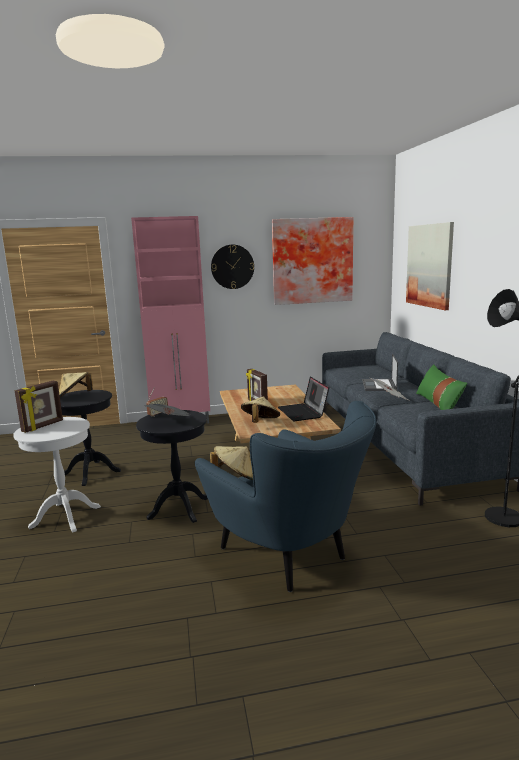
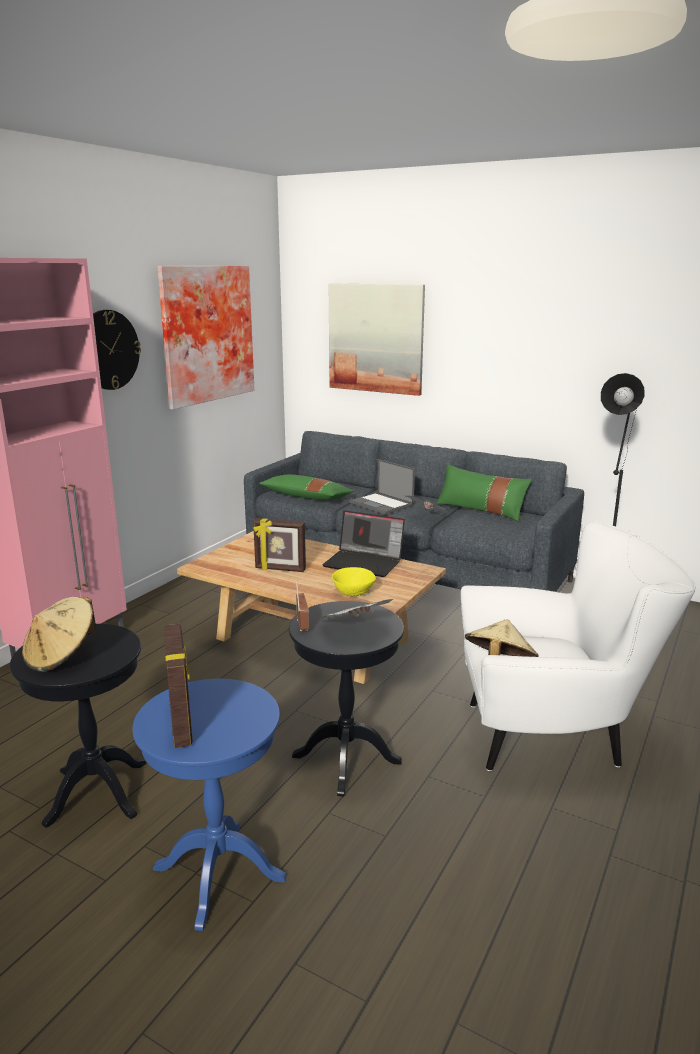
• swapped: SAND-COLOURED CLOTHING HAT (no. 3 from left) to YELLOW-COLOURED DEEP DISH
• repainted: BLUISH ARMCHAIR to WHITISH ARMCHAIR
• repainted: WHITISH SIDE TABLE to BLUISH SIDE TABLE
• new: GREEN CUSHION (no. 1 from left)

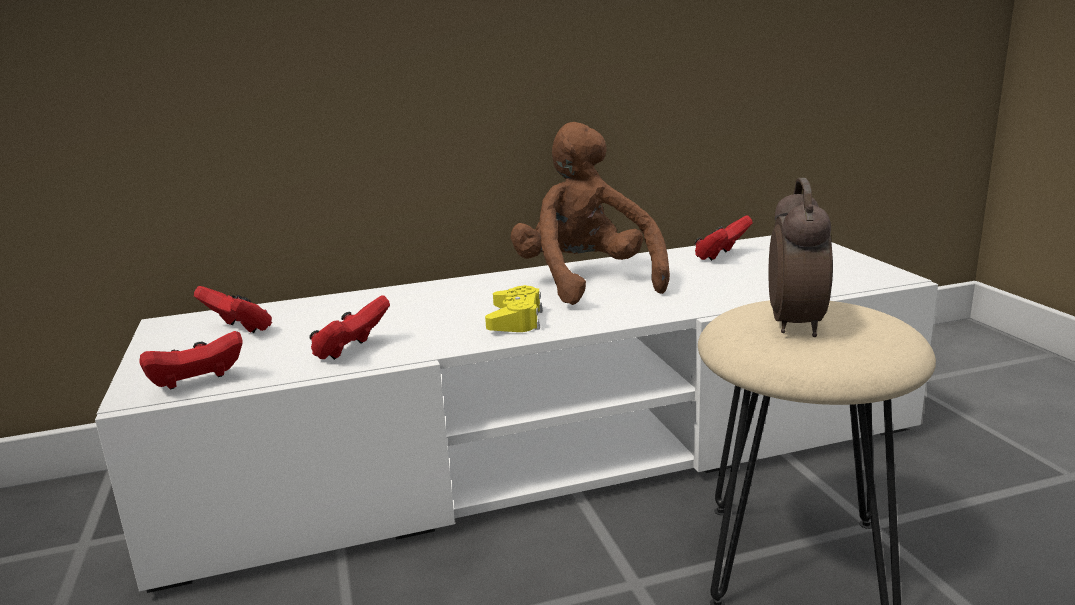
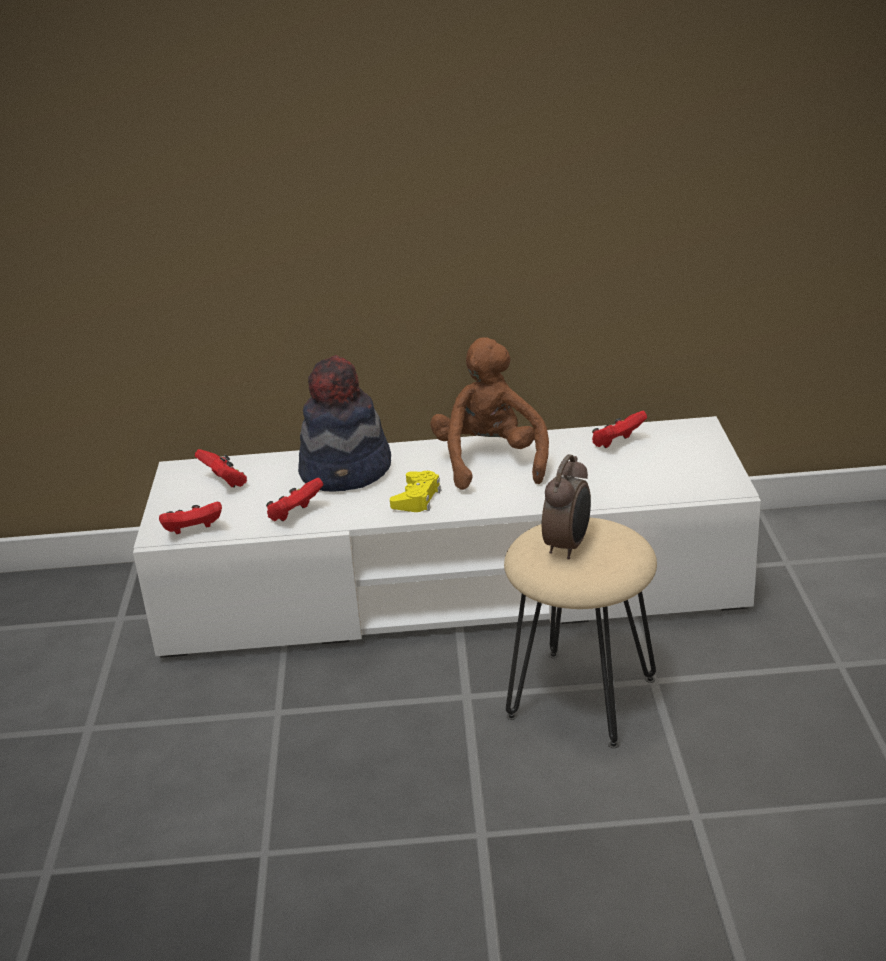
• new: CLOTHING HAT

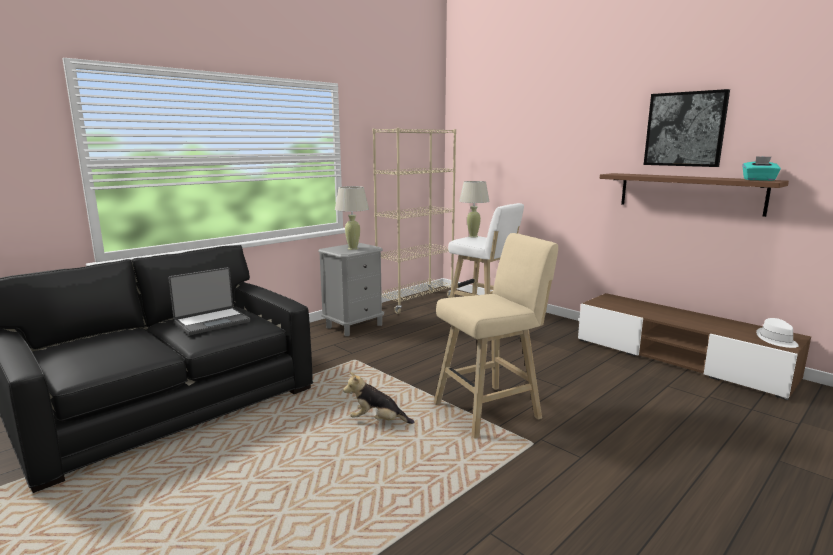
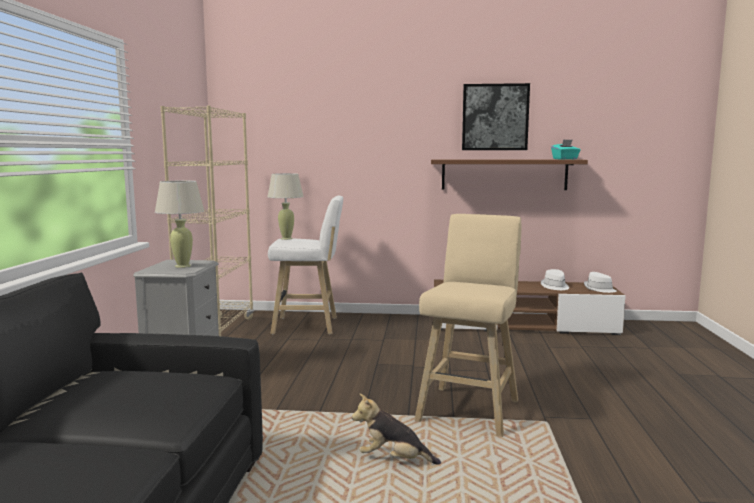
• gone: NOTEBOOK COMPUTER
• rotated: SOFT TOY 45 degrees clockwise
• new: WHITISH CLOTHING HAT (no. 1 from left)

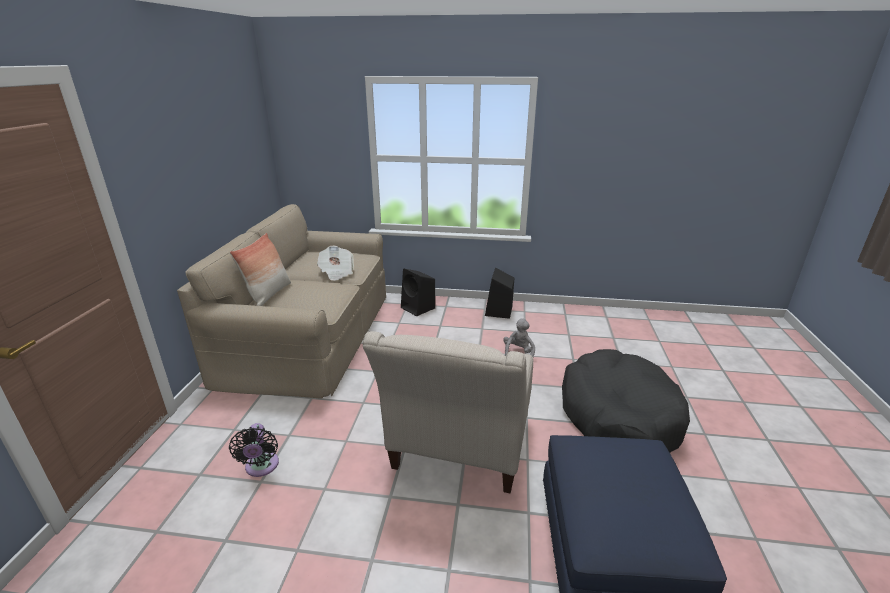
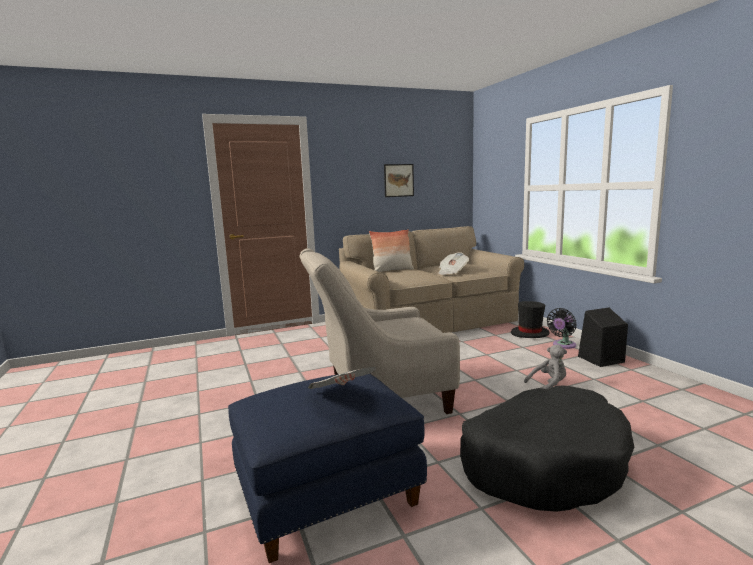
• swapped: BLACK LOUDSPEAKER (no. 1 from left) to BLACK CLOTHING HAT
• shifted: BLACK COOLING FAN
• new: WALL PICTURE
• new: PRINTED PAPER (no. 1 from left)

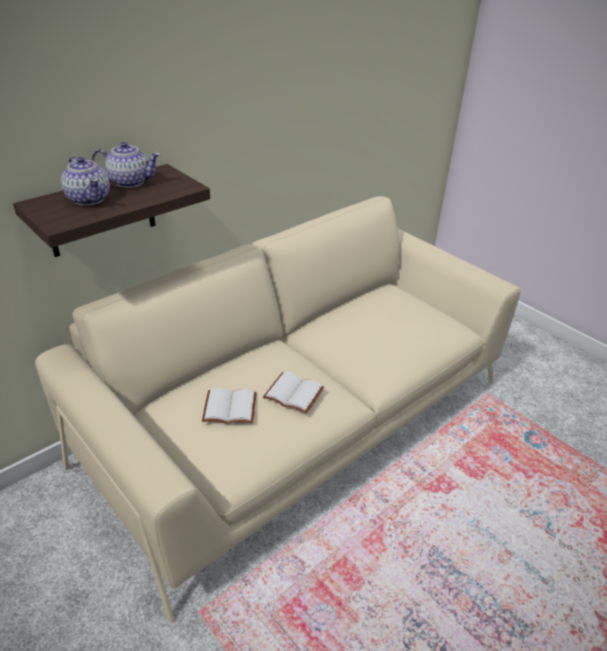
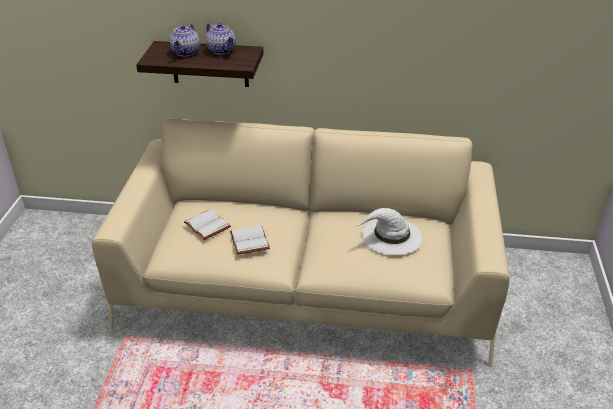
• new: WHITISH CLOTHING HAT

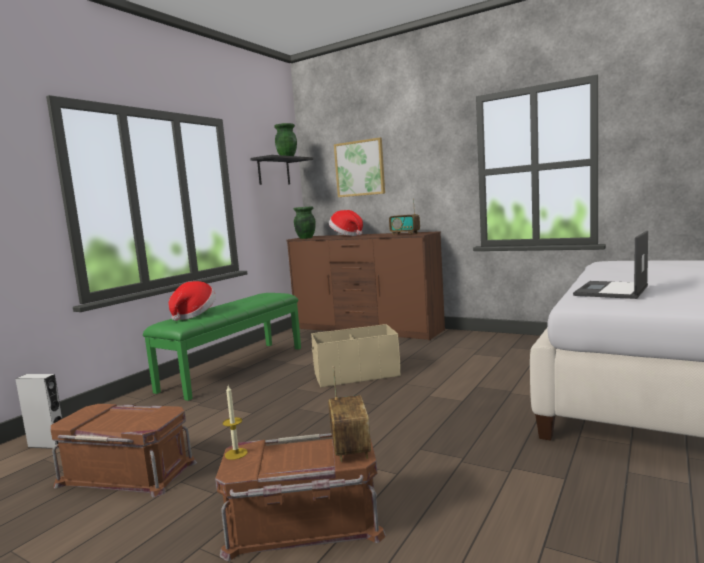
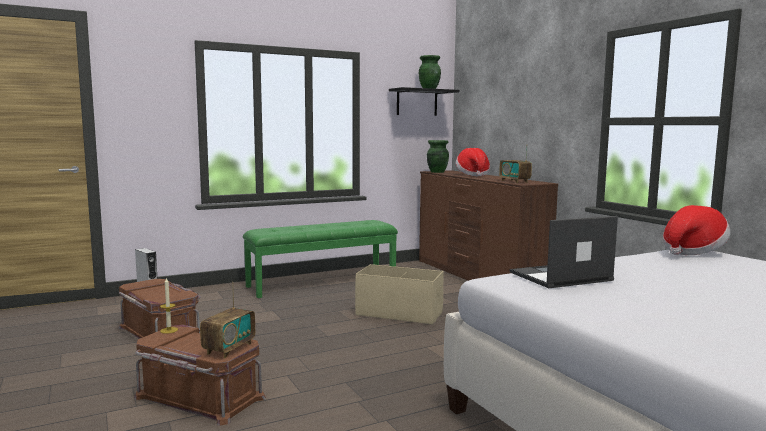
• gone: WALL PICTURE
• shifted: CLOTHING HAT (no. 1 from left in the first image) to CLOTHING HAT (no. 2 from left)

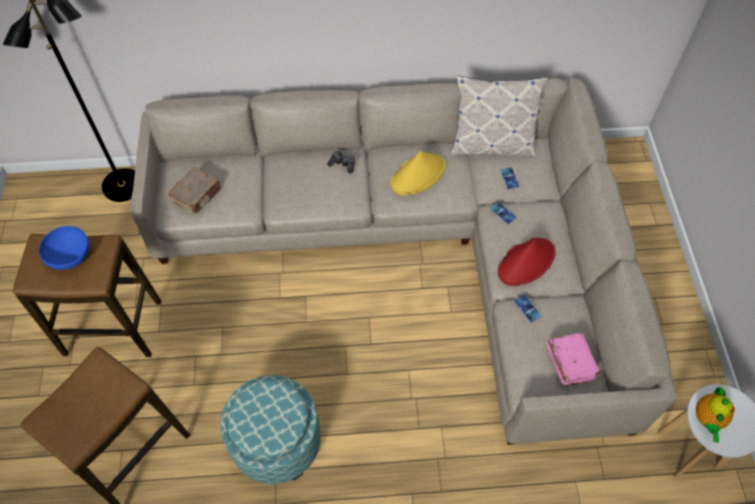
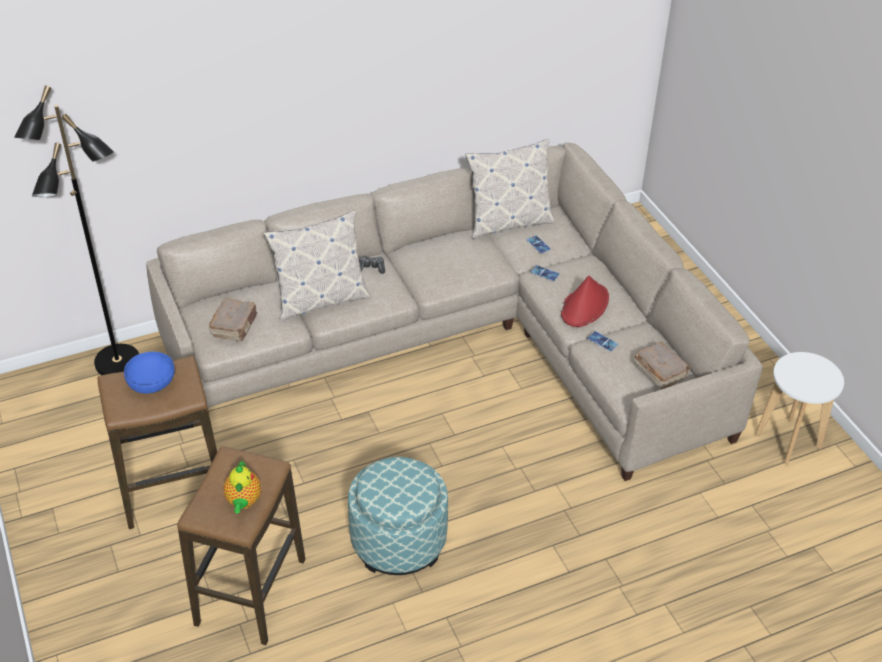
• gone: YELLOW-COLOURED CLOTHING HAT
• repainted: PINKISH BOOK to BROWN BOOK (no. 2 from left)
• shifted: TEAPOT
• new: CUSHION (no. 1 from left)

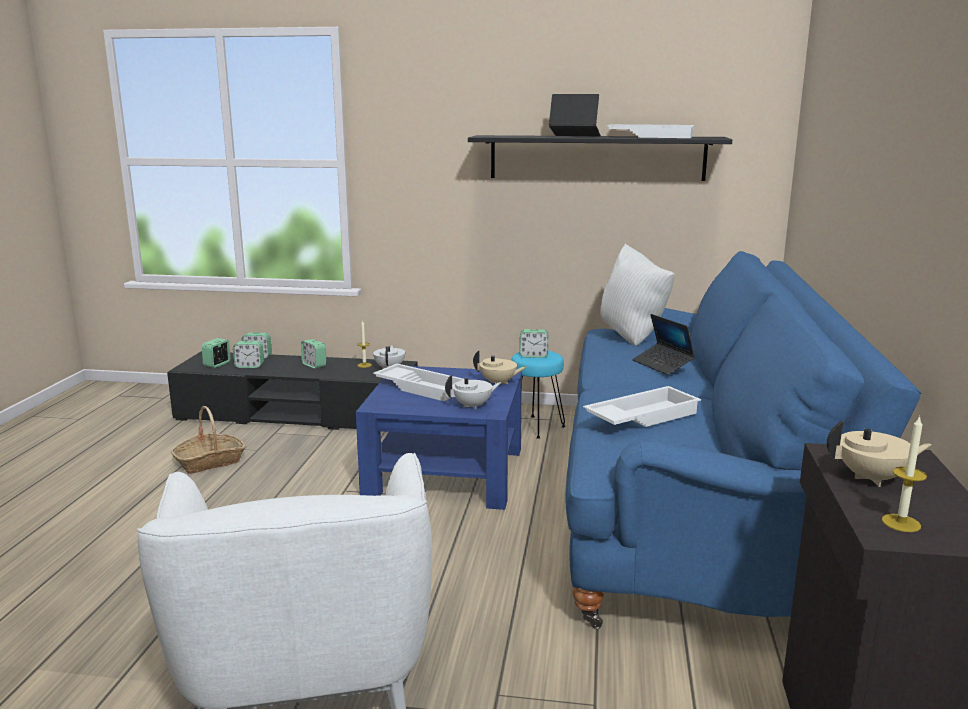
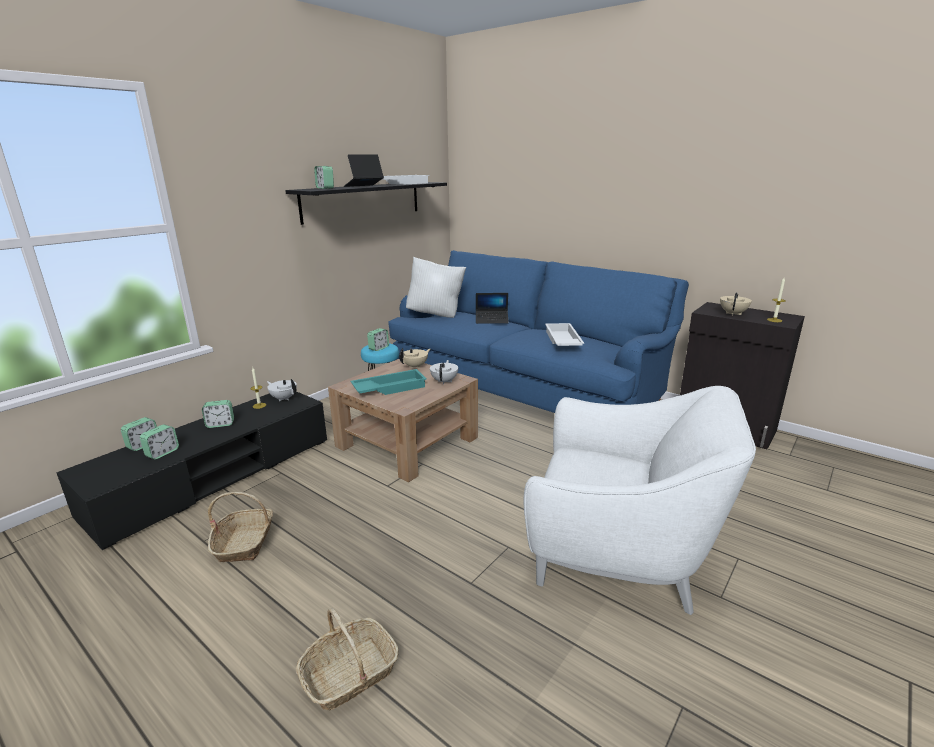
• shifted: BEDSIDE CLOCK (no. 1 from left in the first image) to BEDSIDE CLOCK (no. 4 from left)
• repainted: WHITISH CARRYING TRAY (no. 1 from left) to BLUE-GREEN CARRYING TRAY
• repainted: BLUISH COFFEE TABLE to BROWN COFFEE TABLE
• new: BASKET (no. 2 from left)

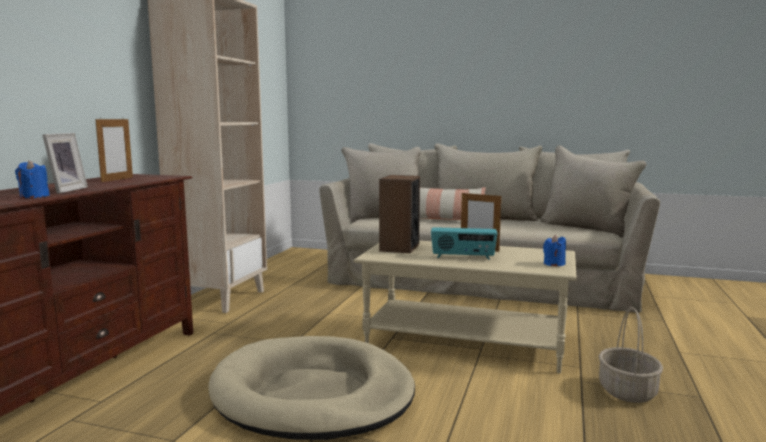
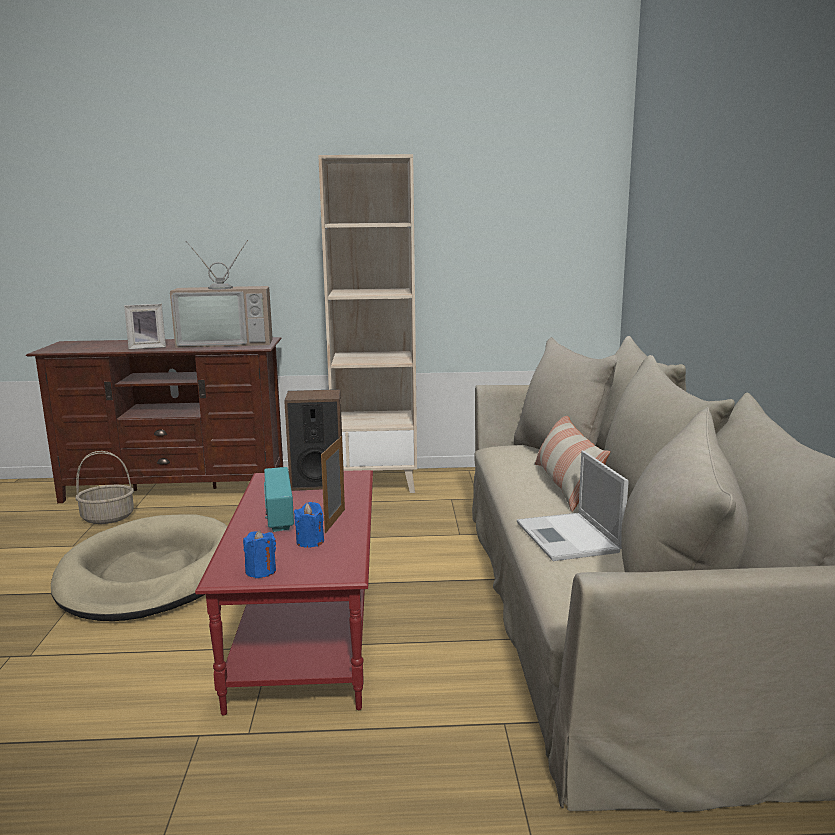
• swapped: STANDING FRAME (no. 2 from left) to TELEVISION
• shifted: BLUISH WAX LIGHT (no. 1 from left in the first image) to BLUISH WAX LIGHT (no. 2 from left)
• repainted: SAND-COLOURED COFFEE TABLE to REDDISH COFFEE TABLE
• shifted: BASKET
• new: NOTEBOOK COMPUTER

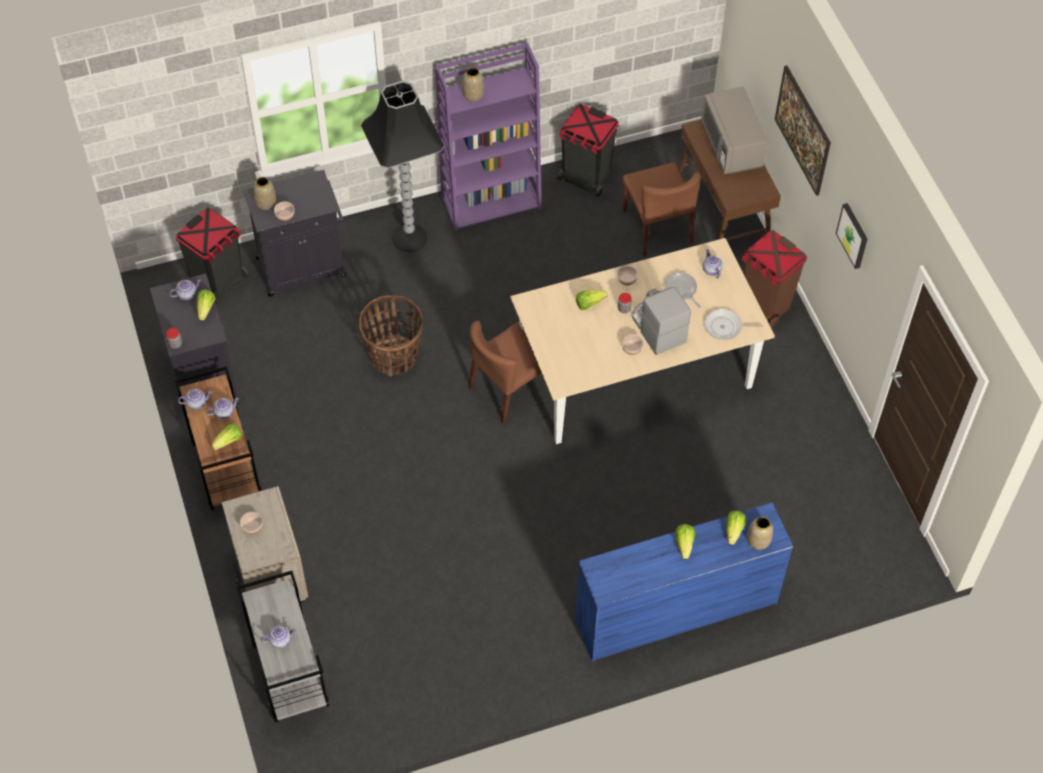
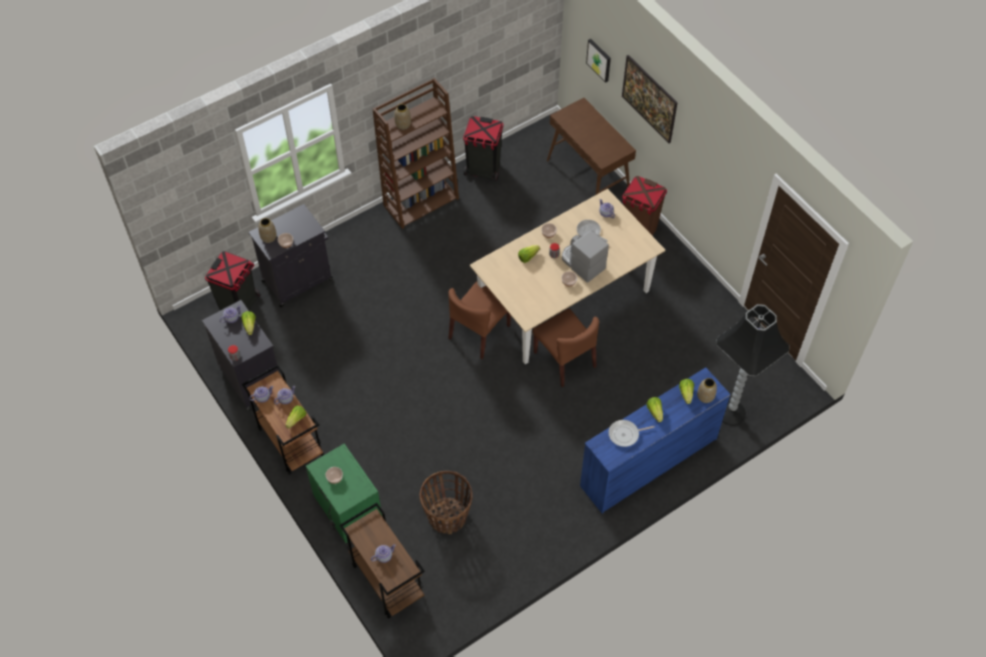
• repainted: PURPLISH BOOKSHELF to BROWN BOOKSHELF
• shifted: BLACK STANDARD LAMP
• gone: GREYISH KITCHEN MICROWAVE
• shifted: BROWN UPRIGHT CHAIR (no. 2 from left)
• shifted: WALL PICTURE (no. 2 from left in the first image) to WALL PICTURE (no. 1 from left)
• shifted: BASKET
• shifted: PAN (no. 2 from left)
• repainted: SAND-COLOURED NIGHT TABLE to GREEN NIGHT TABLE
• repainted: GREYISH CART to BROWN CART (no. 2 from left)

